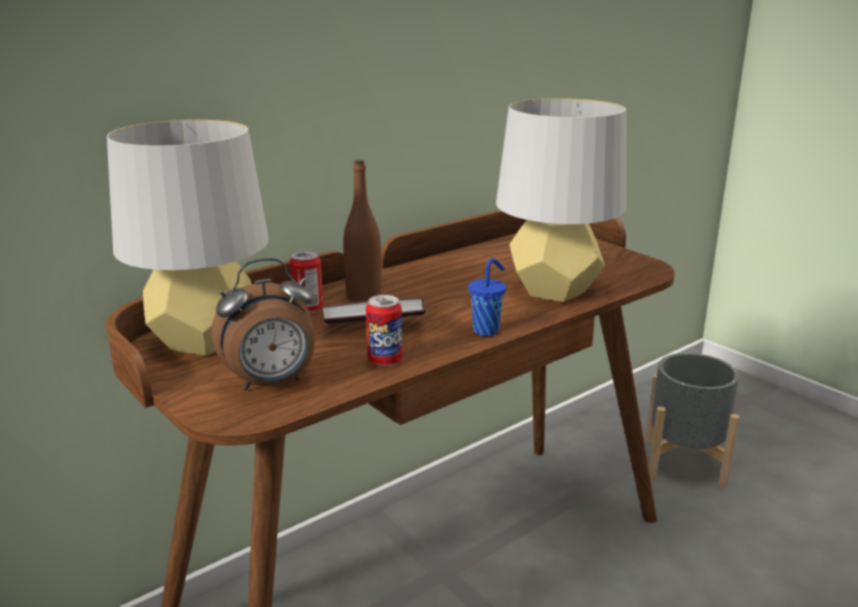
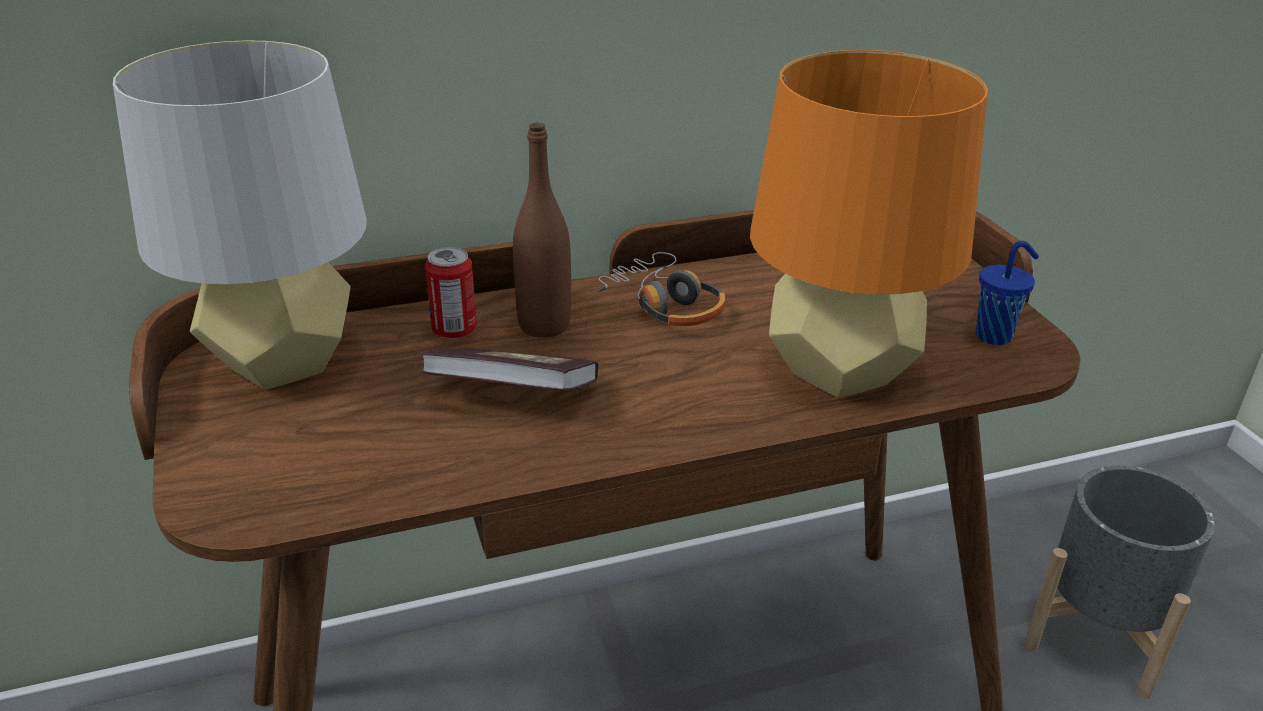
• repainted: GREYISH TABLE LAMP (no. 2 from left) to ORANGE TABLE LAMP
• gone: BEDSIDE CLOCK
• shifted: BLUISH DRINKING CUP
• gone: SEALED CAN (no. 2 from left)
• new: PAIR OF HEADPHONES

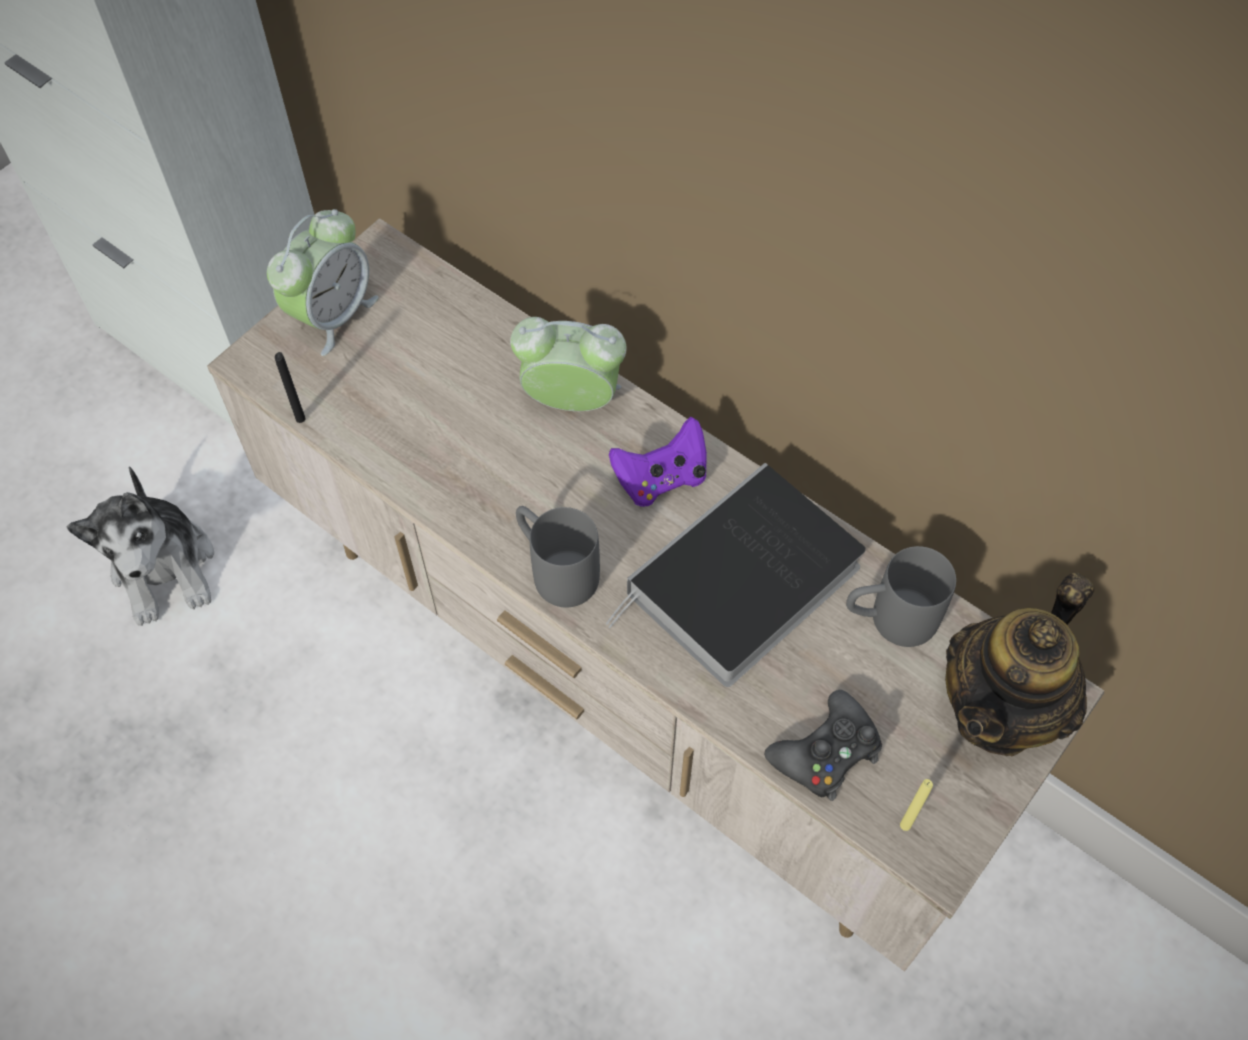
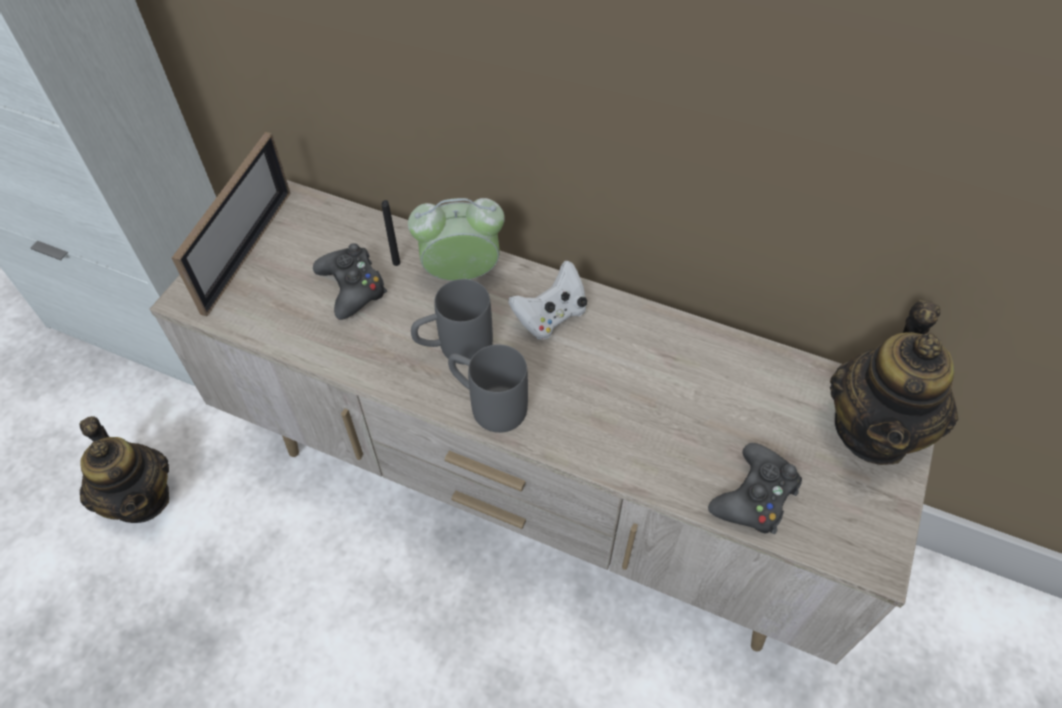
• swapped: BEDSIDE CLOCK (no. 1 from left) to STANDING FRAME
• shifted: BLACK WAX LIGHT
• repainted: PURPLISH JOYPAD to WHITISH JOYPAD
• gone: BOOK
• swapped: SOFT TOY to TEAPOT (no. 1 from left)
• shifted: GREYISH COFFEE MUG (no. 2 from left in the first image) to GREYISH COFFEE MUG (no. 1 from left)
• gone: YELLOW-COLOURED WAX LIGHT
• new: BLACK JOYPAD (no. 1 from left)

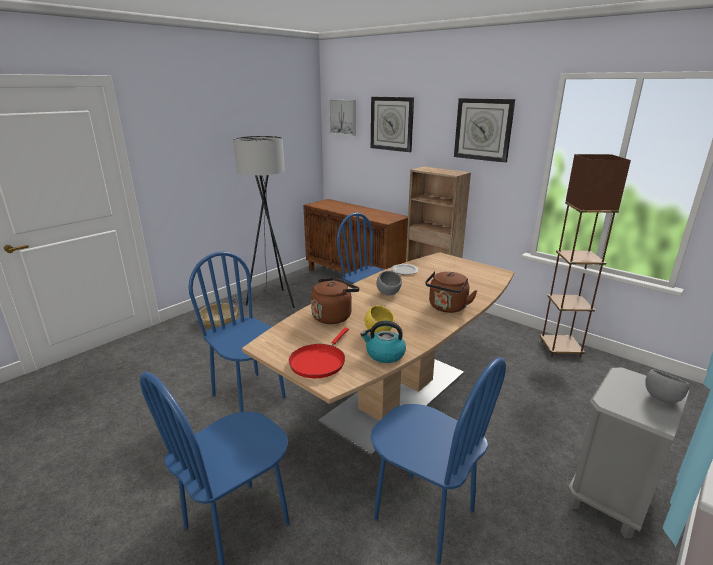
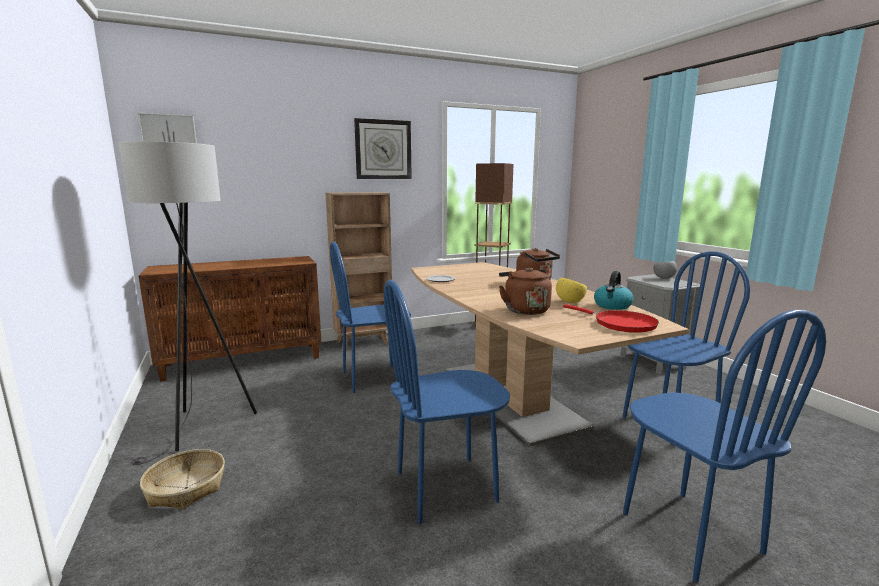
• gone: WALL CLOCK (no. 1 from left)
• gone: GREYISH DEEP DISH (no. 1 from left)

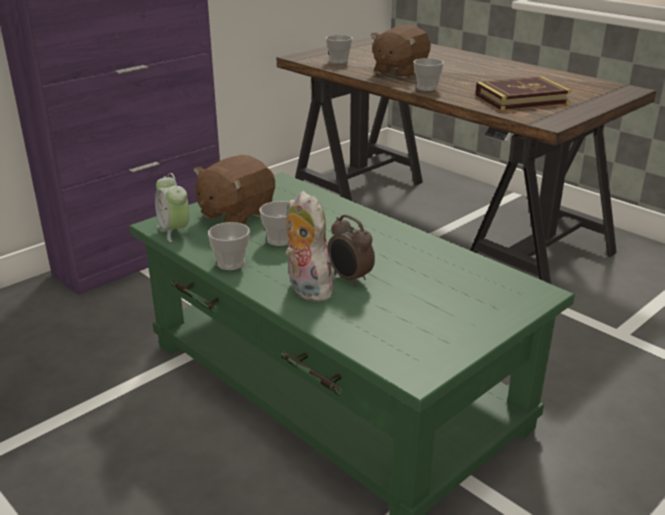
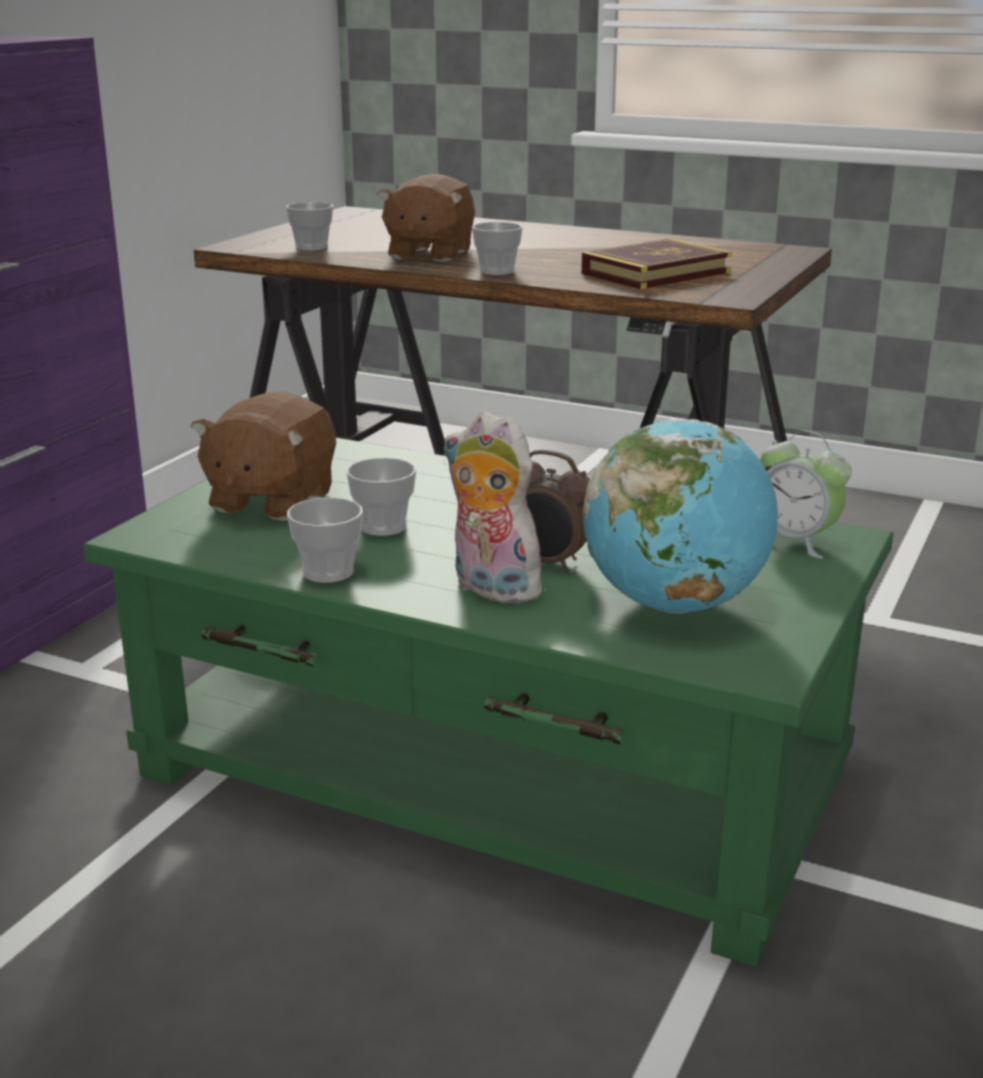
• shifted: BEDSIDE CLOCK (no. 1 from left in the first image) to BEDSIDE CLOCK (no. 2 from left)
• new: DESK GLOBE

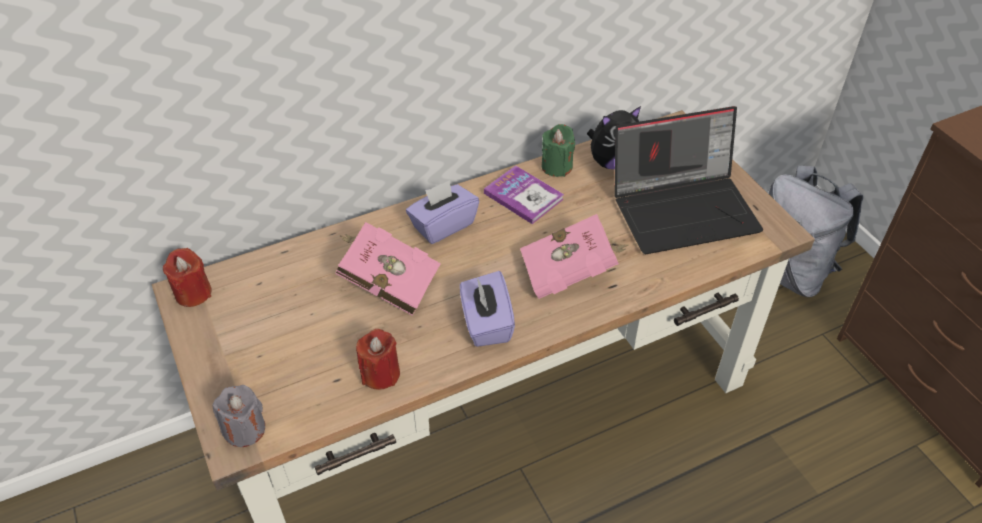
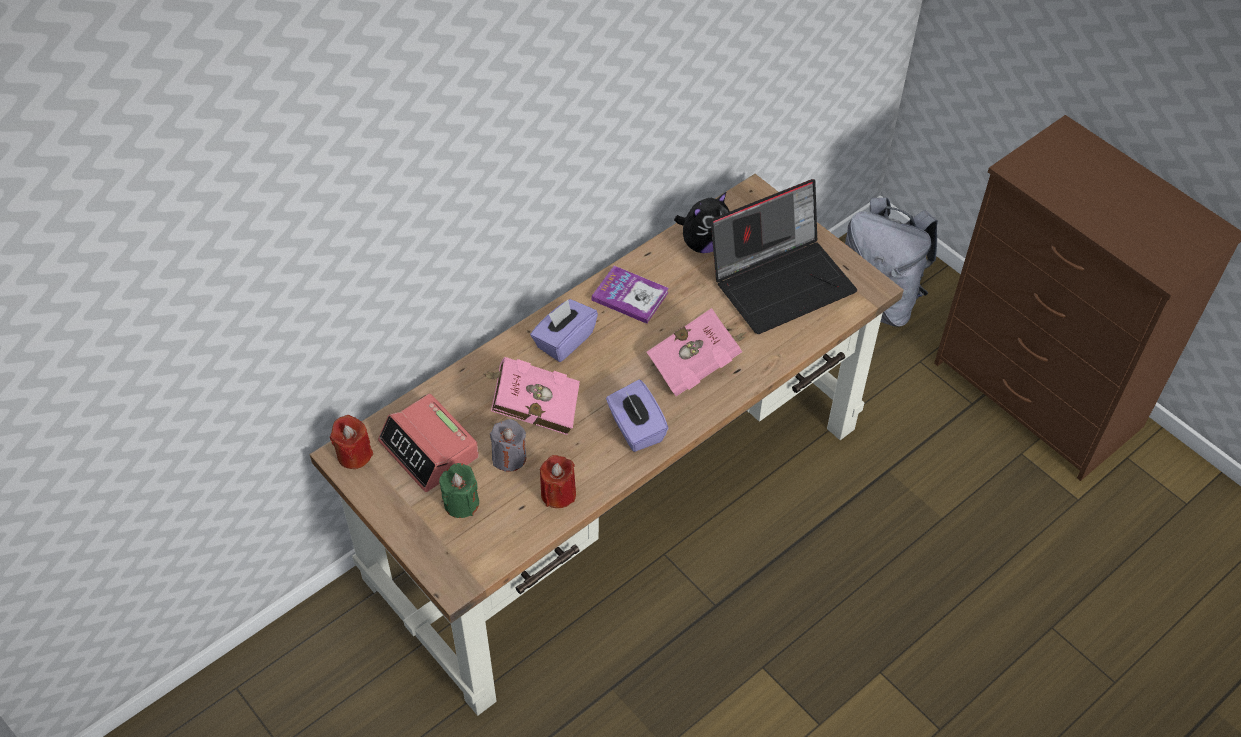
• shifted: GREEN WAX LIGHT
• shifted: GREYISH WAX LIGHT
• new: BEDSIDE CLOCK

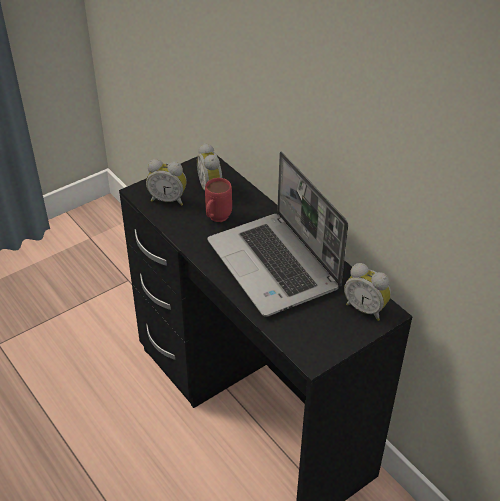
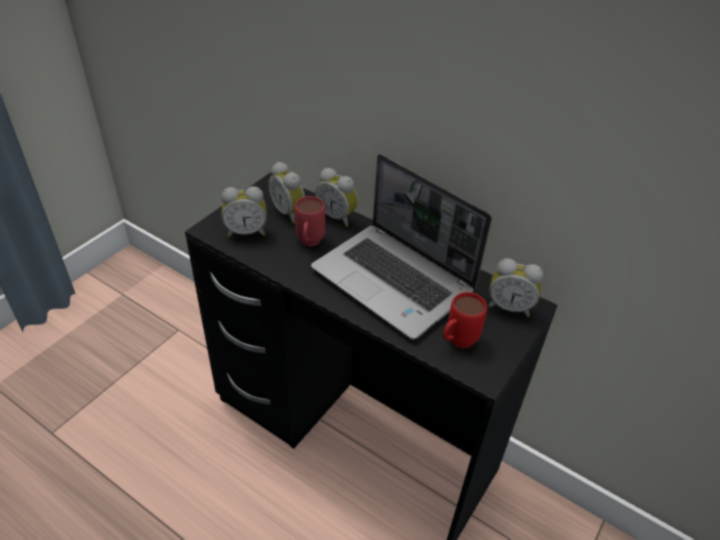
• new: BEDSIDE CLOCK (no. 3 from left)
• new: REDDISH COFFEE MUG (no. 2 from left)

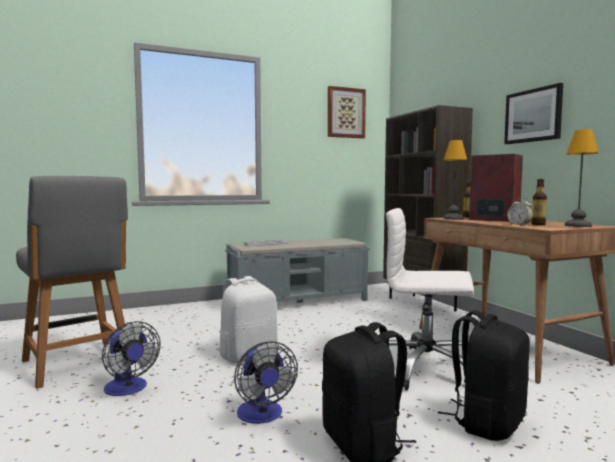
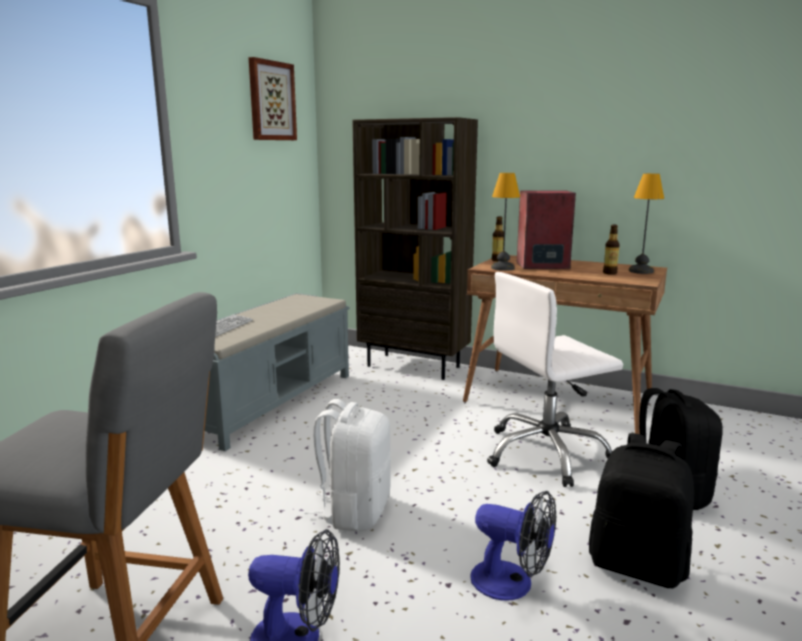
• gone: WALL PICTURE (no. 2 from left)
• gone: BEDSIDE CLOCK

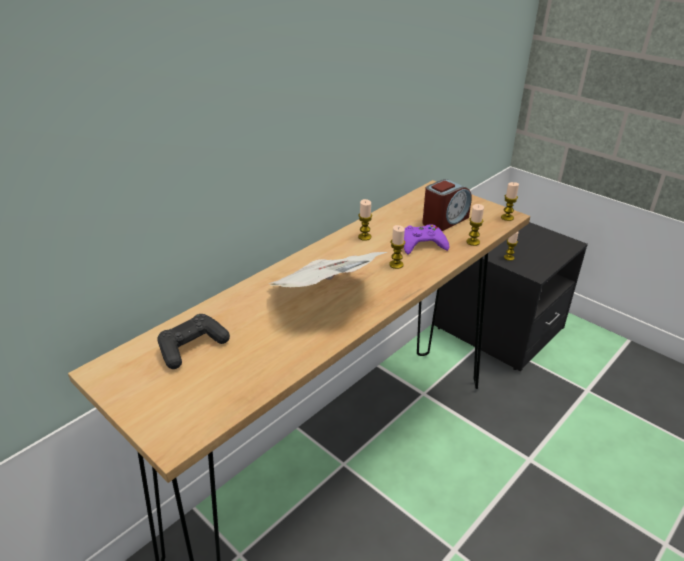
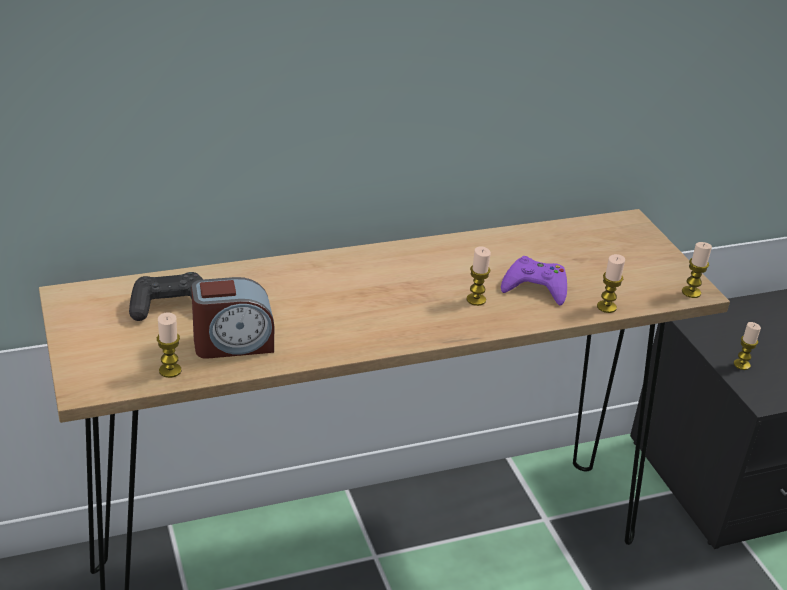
• shifted: BEDSIDE CLOCK
• shifted: WAX LIGHT (no. 1 from left)
• gone: PRINTED PAPER

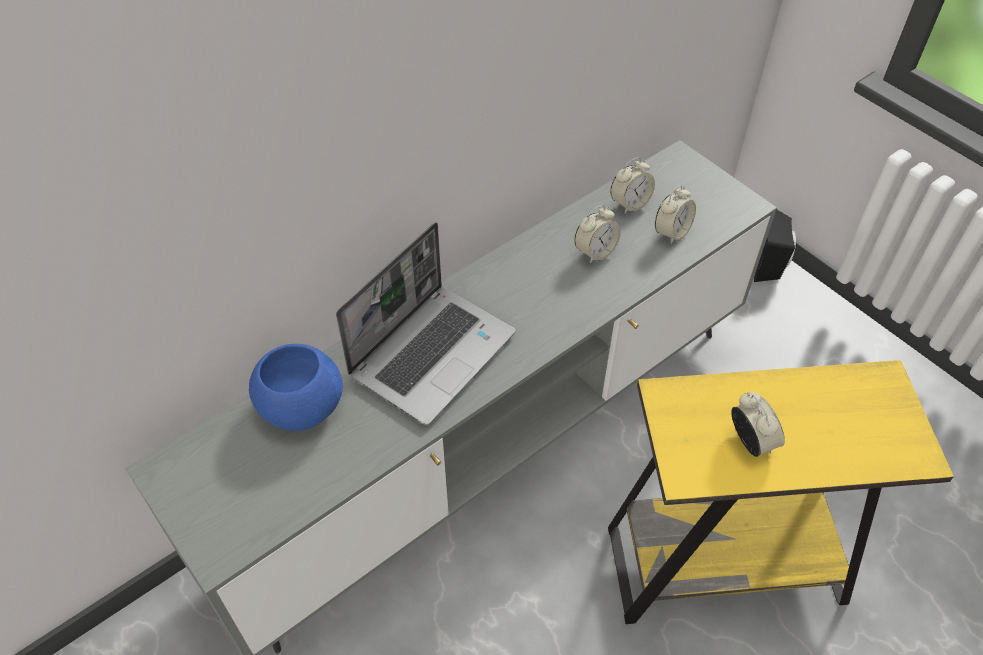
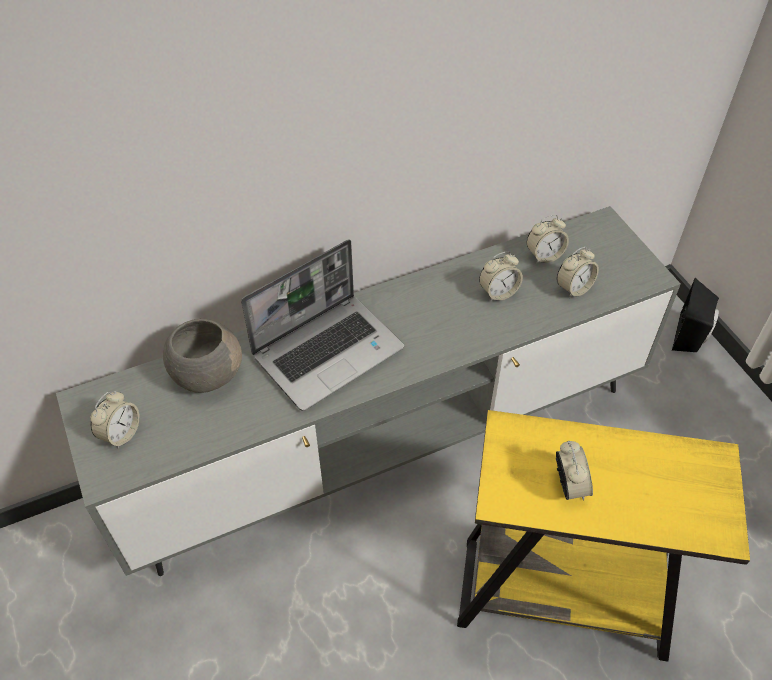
• repainted: BLUISH DEEP DISH to GREYISH DEEP DISH
• new: BEDSIDE CLOCK (no. 1 from left)

